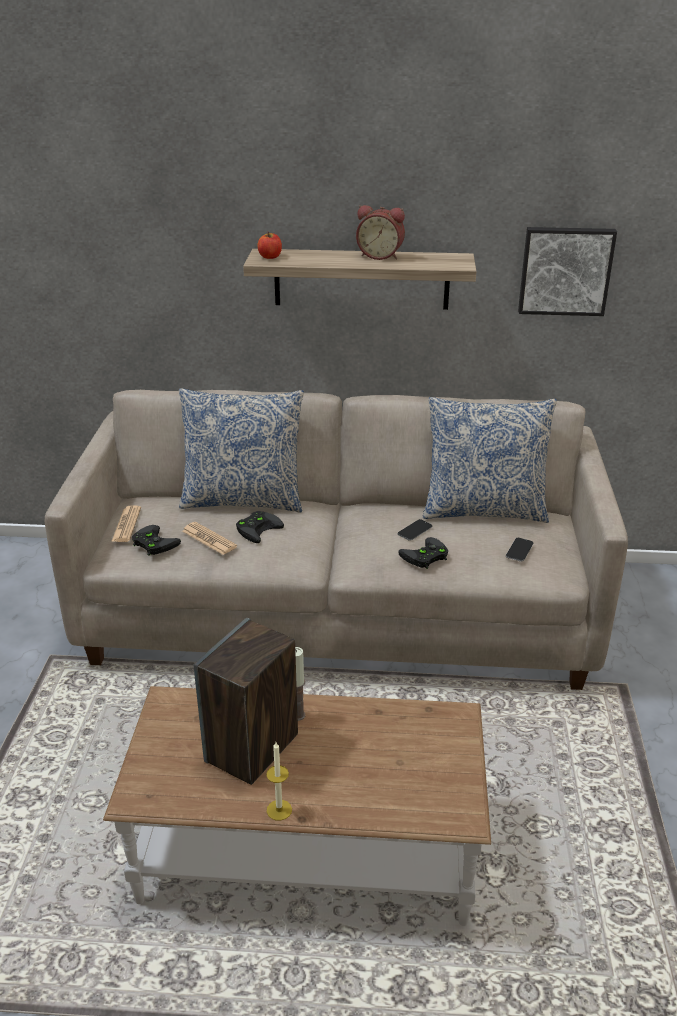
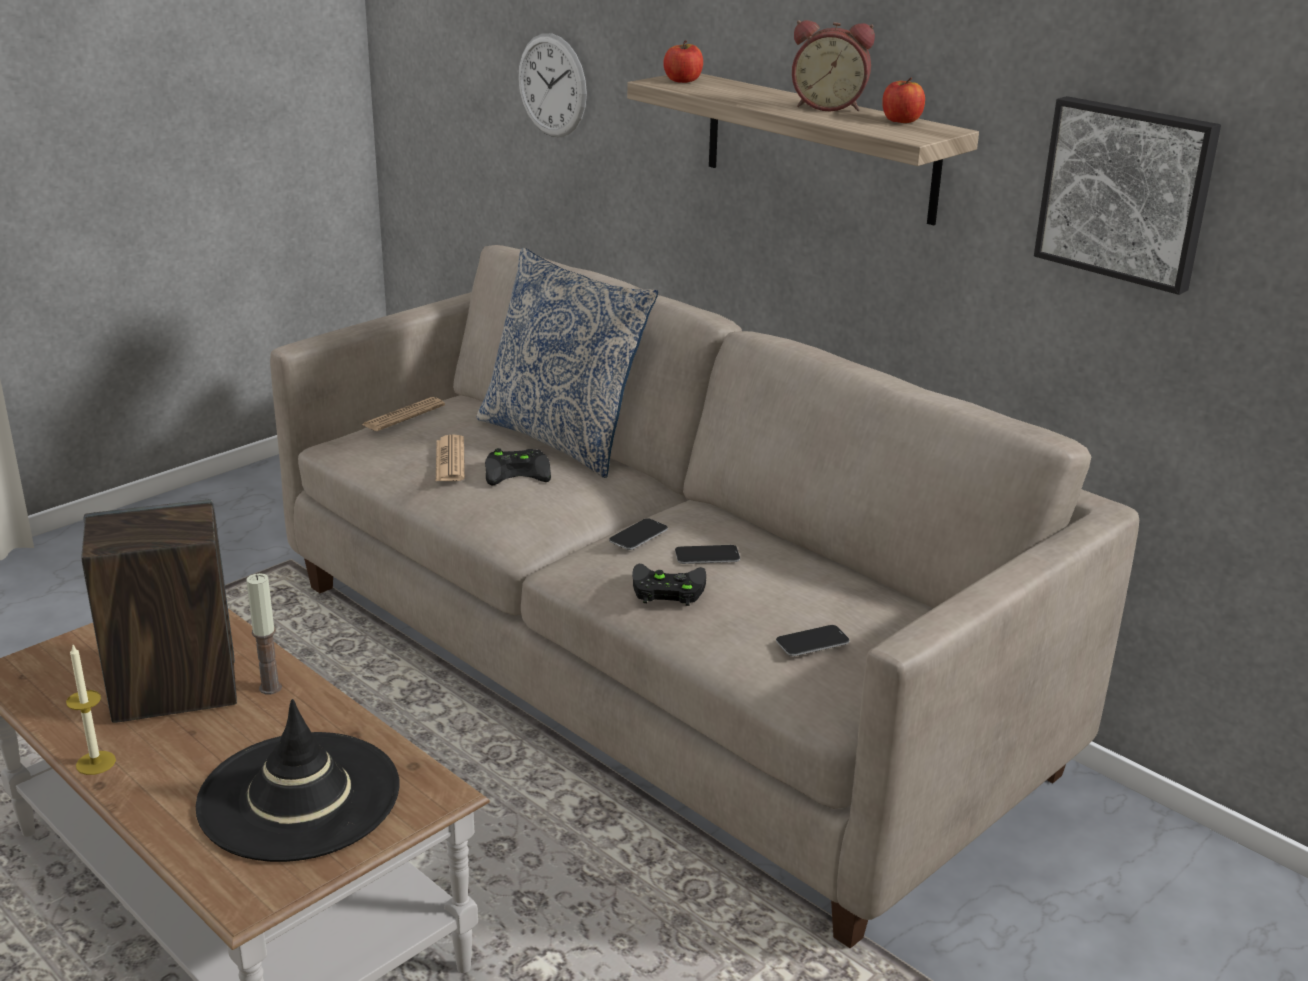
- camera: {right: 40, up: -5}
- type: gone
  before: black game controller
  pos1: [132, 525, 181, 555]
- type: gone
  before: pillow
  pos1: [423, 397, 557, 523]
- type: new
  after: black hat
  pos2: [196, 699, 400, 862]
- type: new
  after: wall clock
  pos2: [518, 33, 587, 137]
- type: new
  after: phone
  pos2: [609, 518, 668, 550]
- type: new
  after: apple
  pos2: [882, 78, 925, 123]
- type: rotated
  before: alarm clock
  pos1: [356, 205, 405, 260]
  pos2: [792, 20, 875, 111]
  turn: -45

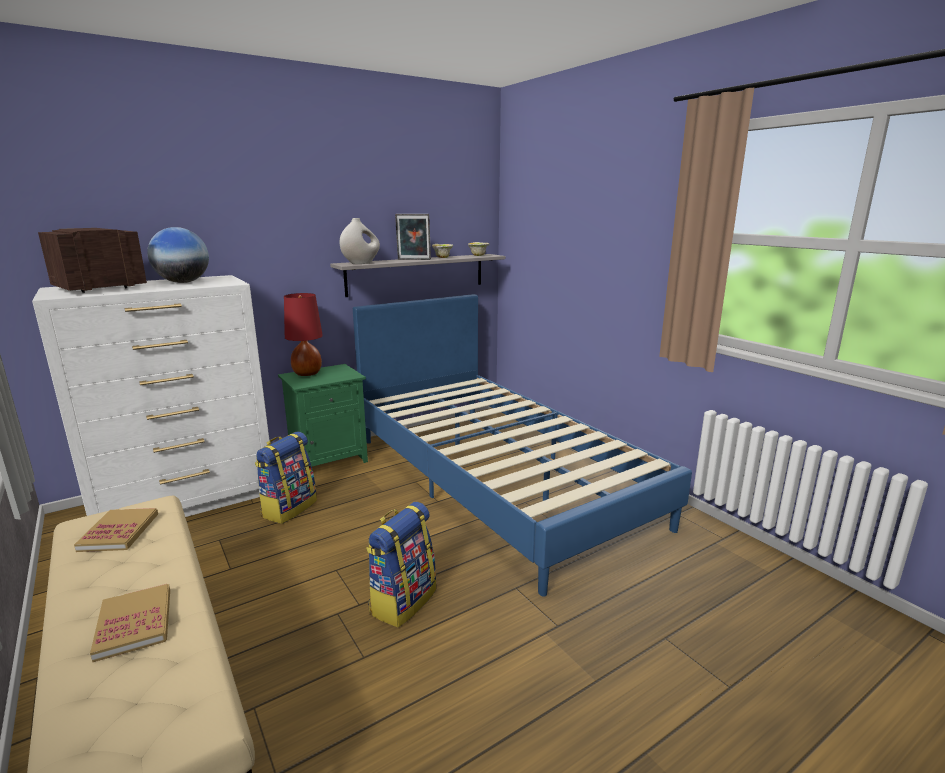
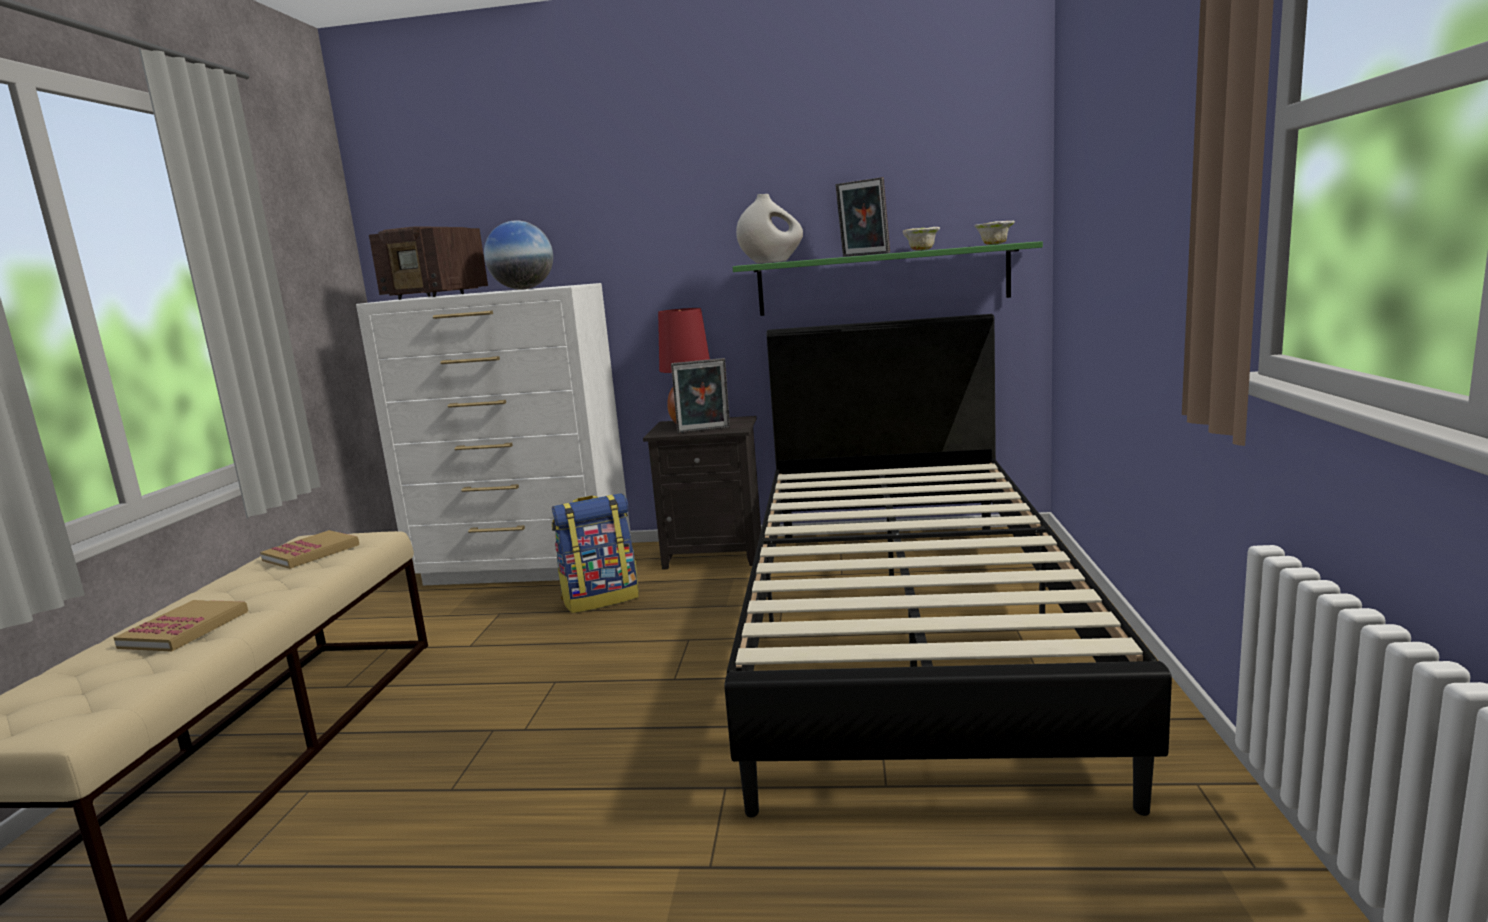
- camera: {right: 40, up: -5}
- type: gone
  before: backpack
  pos1: [366, 502, 436, 627]
- type: new
  after: picture frame
  pos2: [671, 358, 730, 433]
- type: repainted
  before: green nightstand
  after: black nightstand
  pos1: [278, 364, 368, 466]
  pos2: [643, 416, 761, 570]
- type: repainted
  before: grey shelf
  after: green shelf
  pos1: [330, 254, 505, 297]
  pos2: [733, 241, 1043, 316]
- type: repainted
  before: blue bed
  after: black bed
  pos1: [353, 294, 692, 597]
  pos2: [724, 314, 1172, 817]
- type: rotated
  before: radio
  pos1: [38, 228, 147, 293]
  pos2: [369, 226, 488, 300]
  turn: -150

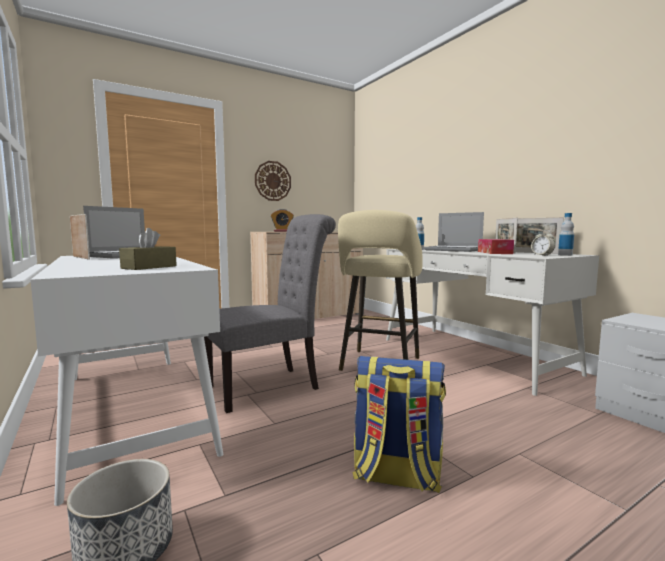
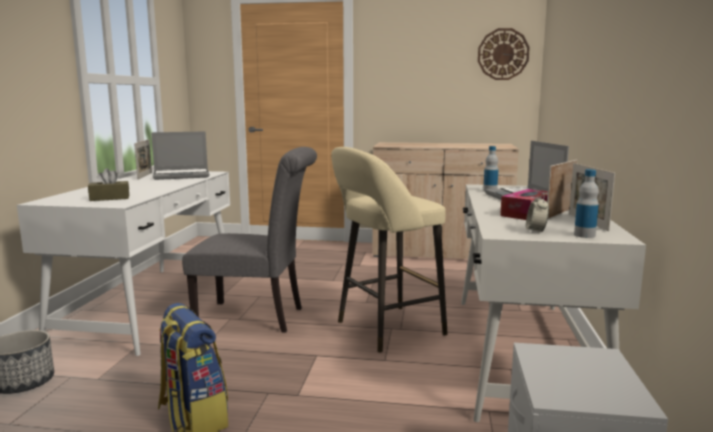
- camera: {right: 40, up: 5}
- type: gone
  before: alarm clock
  pos1: [271, 209, 294, 232]
- type: shifted
  before: wall clock
  pos1: [255, 161, 291, 201]
  pos2: [478, 28, 530, 80]

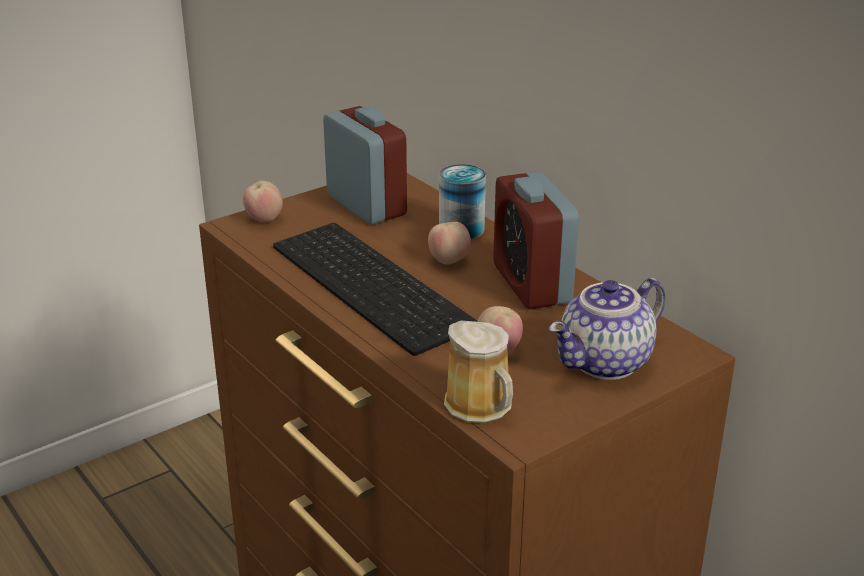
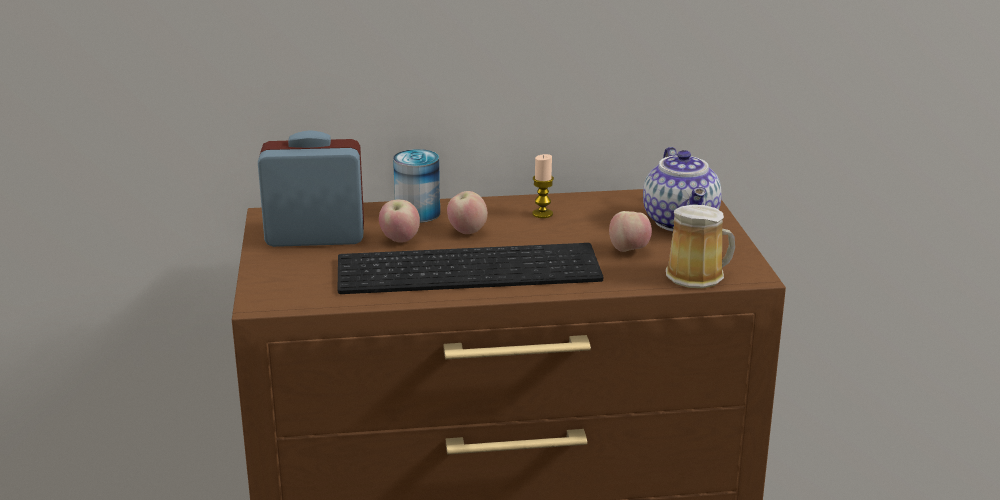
- camera: {right: -60, up: -5}
- type: shifted
  before: apple
  pos1: [243, 181, 283, 223]
  pos2: [379, 199, 420, 242]
- type: swapped
  before: alarm clock
  after: candle
  pos1: [493, 172, 579, 309]
  pos2: [532, 154, 554, 218]

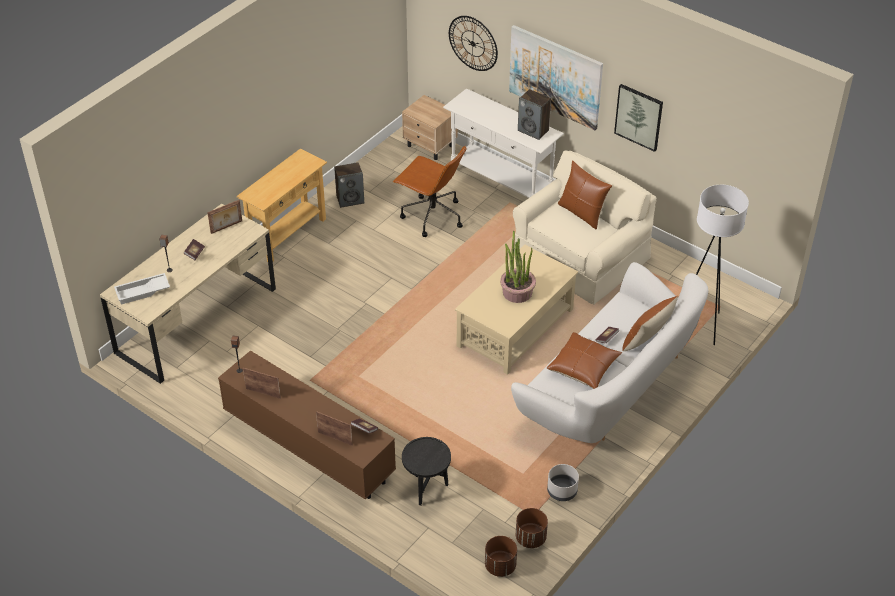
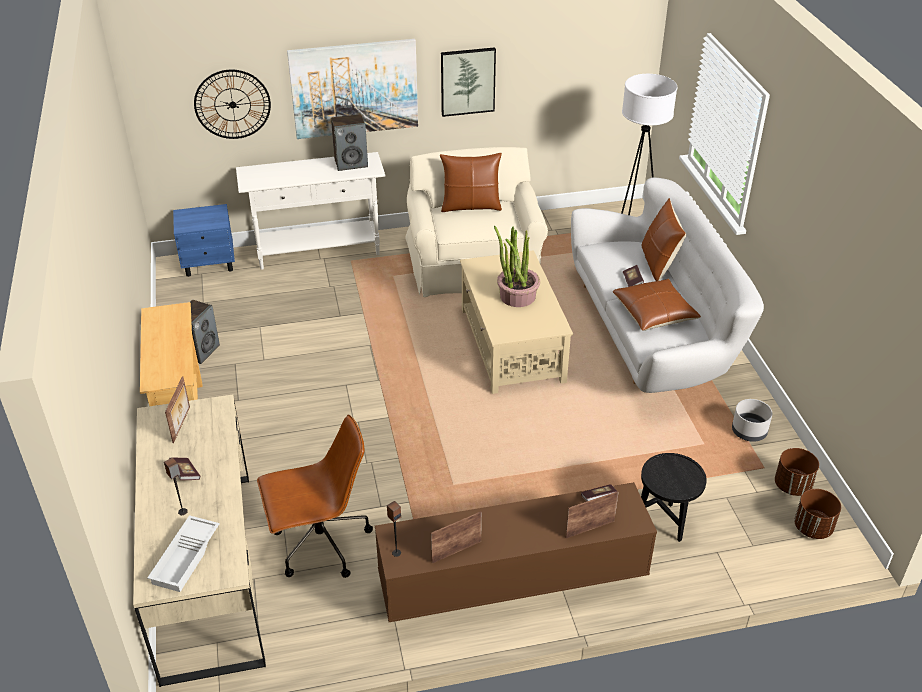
- camera: {right: -50, up: -5}
- type: shifted
  before: brown office chair
  pos1: [393, 146, 467, 237]
  pos2: [257, 414, 373, 578]
- type: repainted
  before: beige nightstand
  after: blue nightstand
  pos1: [402, 95, 458, 160]
  pos2: [173, 204, 235, 277]

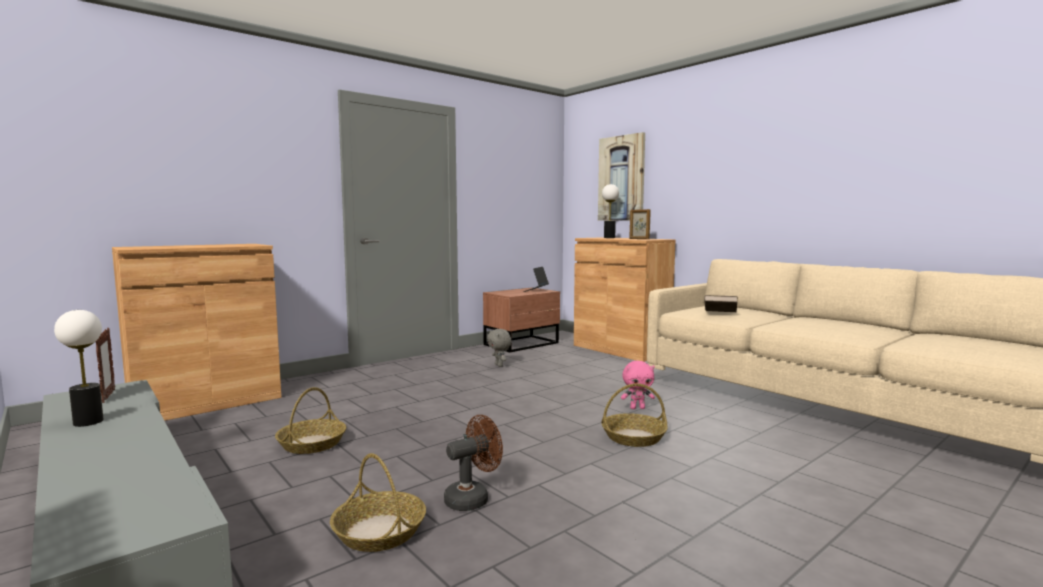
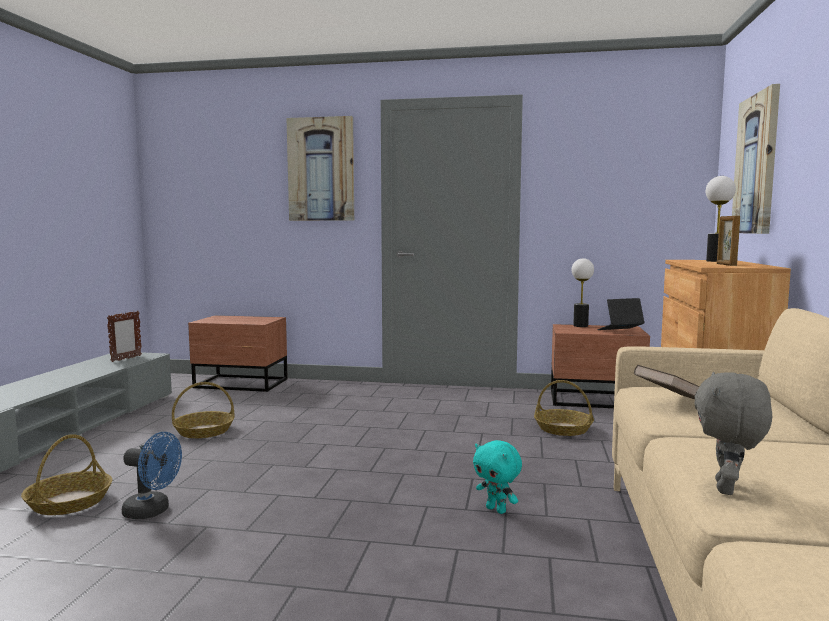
- camera: {right: 50, up: 0}
- type: new
  after: picture
  pos2: [286, 116, 354, 221]
- type: shifted
  before: table lamp
  pos1: [54, 310, 103, 427]
  pos2: [572, 258, 594, 327]
- type: shifted
  before: grey plush toy
  pos1: [487, 329, 512, 367]
  pos2: [695, 372, 772, 495]
- type: shifted
  before: basket
  pos1: [601, 383, 668, 447]
  pos2: [534, 380, 594, 436]
- type: swapped
  before: brown cabinet
  after: brown nightstand
  pos1: [112, 244, 282, 421]
  pos2: [188, 315, 288, 392]
- type: repainted
  before: brown fan
  after: blue fan
  pos1: [444, 415, 503, 511]
  pos2: [122, 432, 182, 519]
- type: repainted
  before: pink plush toy
  after: turquoise plush toy
  pos1: [621, 361, 655, 409]
  pos2: [473, 440, 522, 514]

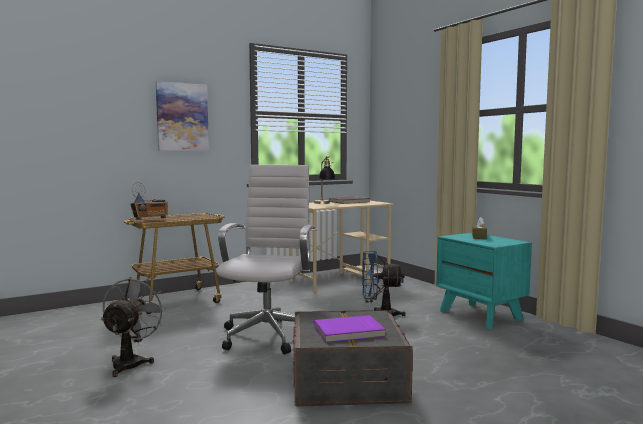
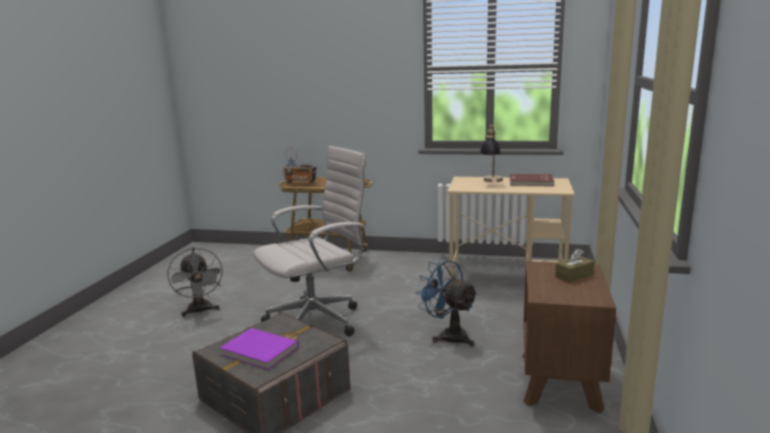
- camera: {right: 45, up: 10}
- type: gone
  before: picture
  pos1: [156, 81, 209, 151]
- type: repainted
  before: turquoise nightstand
  after: brown nightstand
  pos1: [436, 233, 532, 329]
  pos2: [523, 261, 616, 414]
- type: rotated
  before: grey fan
  pos1: [101, 277, 167, 377]
  pos2: [167, 248, 223, 317]
  turn: 105

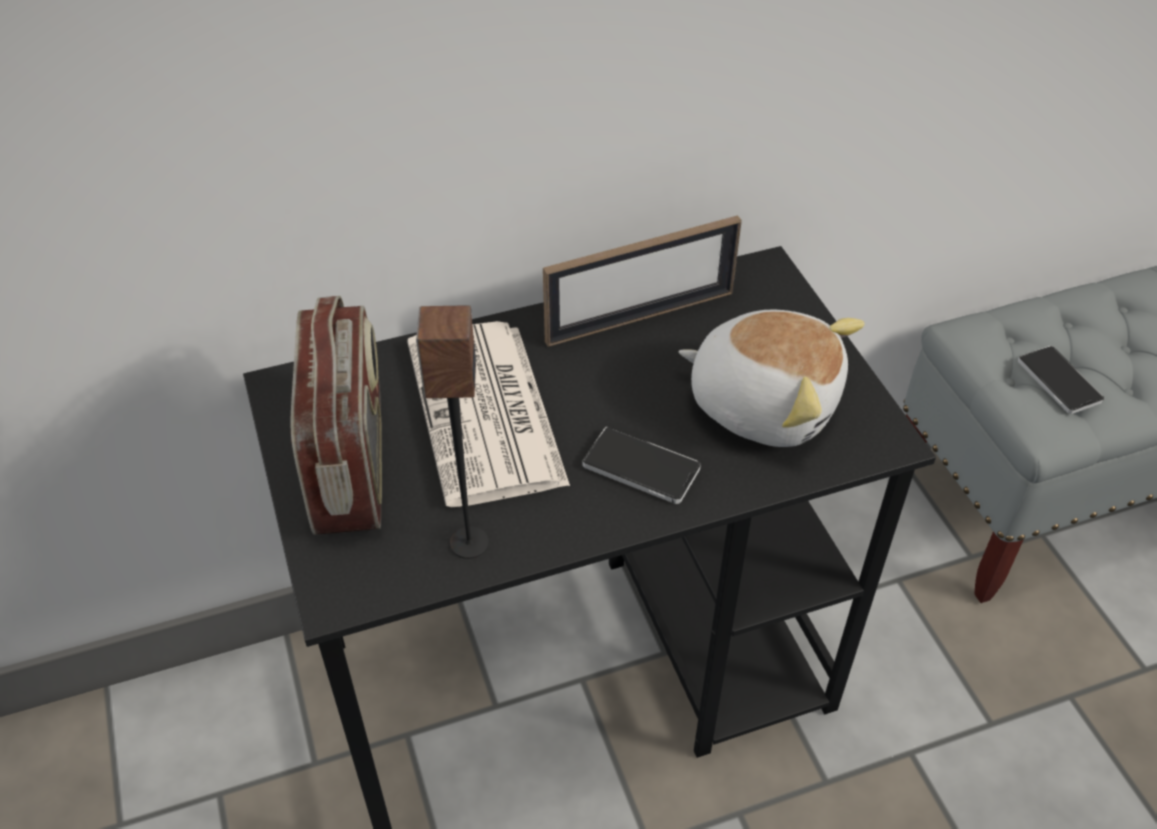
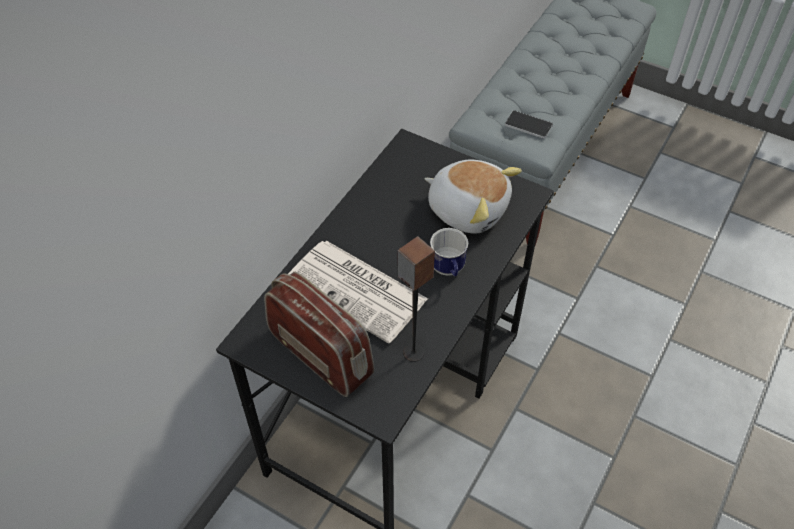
- camera: {right: -40, up: 5}
- type: gone
  before: picture frame
  pos1: [543, 215, 742, 347]
- type: swapped
  before: phone
  after: mug
  pos1: [582, 427, 701, 504]
  pos2: [430, 228, 468, 276]
- type: rotated
  before: plush toy
  pos1: [678, 310, 865, 447]
  pos2: [425, 160, 522, 233]
  turn: 45

